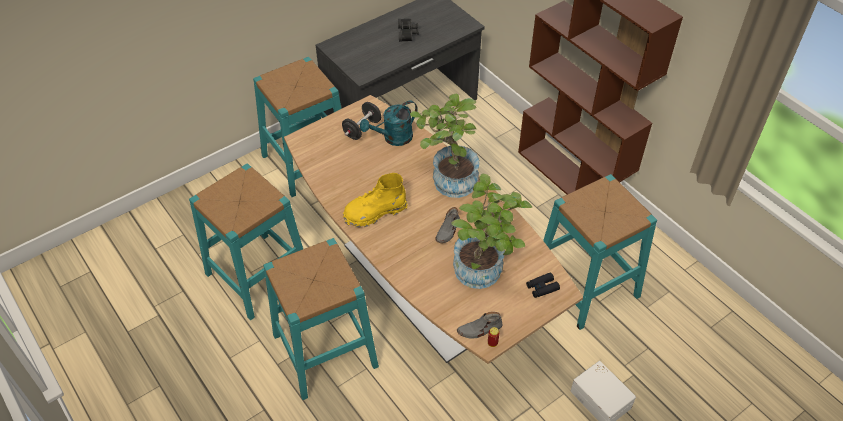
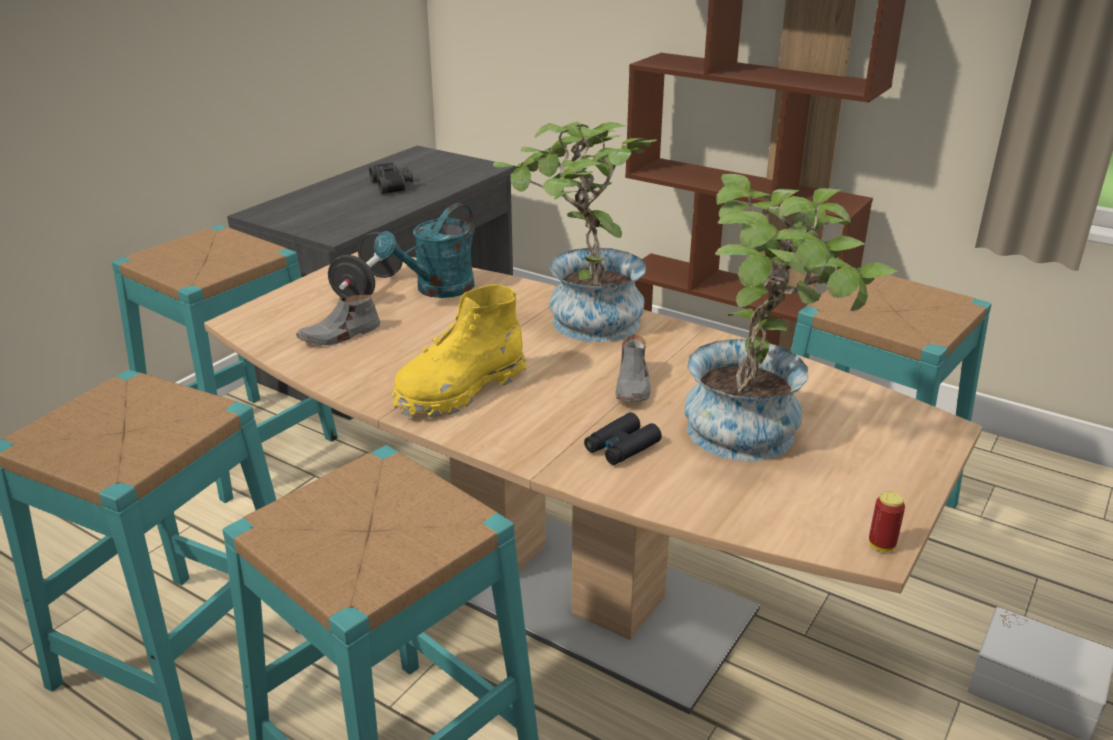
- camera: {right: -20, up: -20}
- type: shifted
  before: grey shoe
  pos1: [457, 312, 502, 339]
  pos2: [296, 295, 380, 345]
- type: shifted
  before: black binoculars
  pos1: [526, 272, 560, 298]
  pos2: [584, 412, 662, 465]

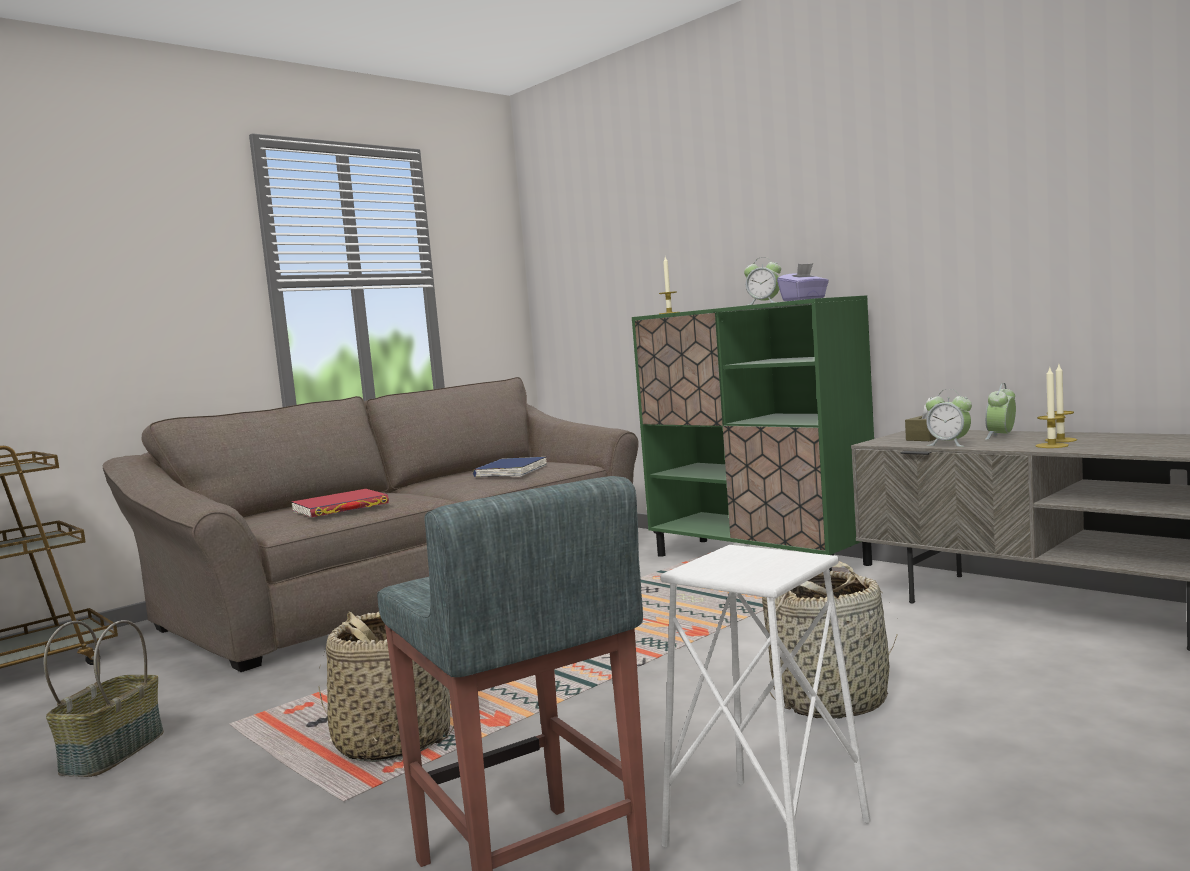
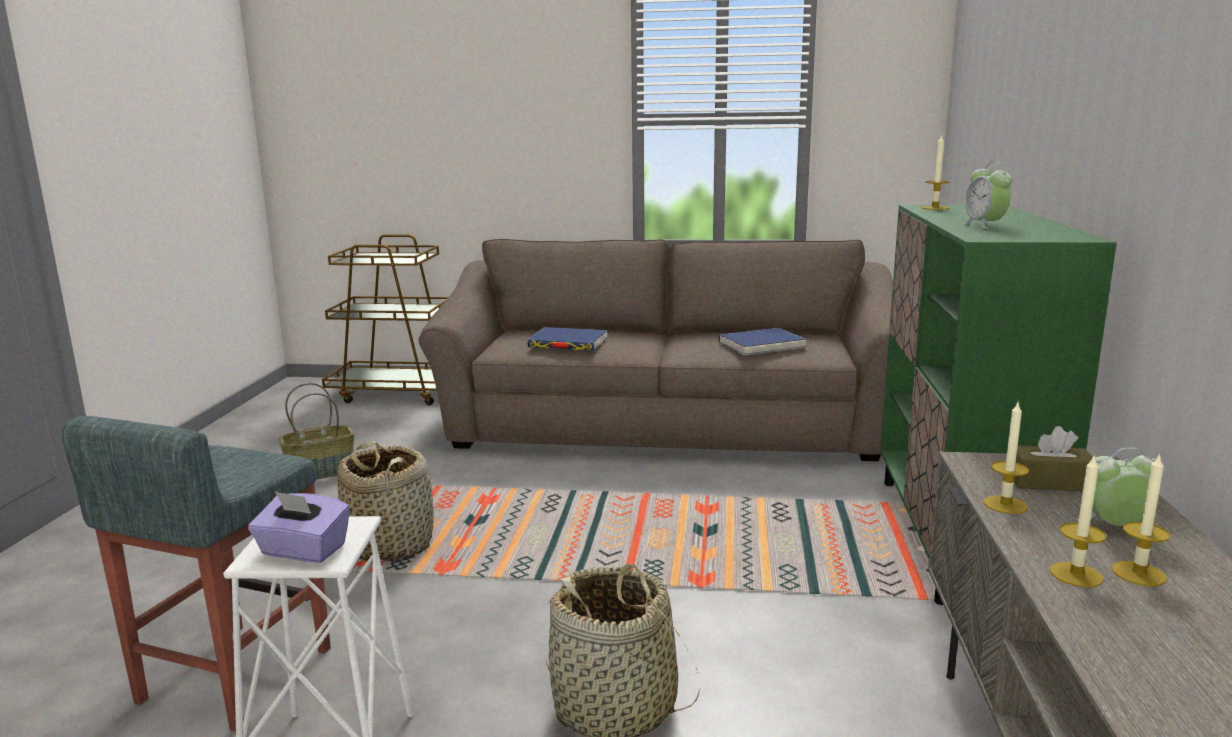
- camera: {right: 50, up: 10}
- type: shifted
  before: purple tissue box
  pos1: [777, 263, 829, 301]
  pos2: [248, 491, 350, 563]
- type: swapped
  before: alarm clock
  after: candle
  pos1: [926, 389, 972, 447]
  pos2: [984, 400, 1029, 514]
- type: repainted
  before: red book
  after: blue book
  pos1: [292, 489, 389, 517]
  pos2: [527, 327, 608, 351]

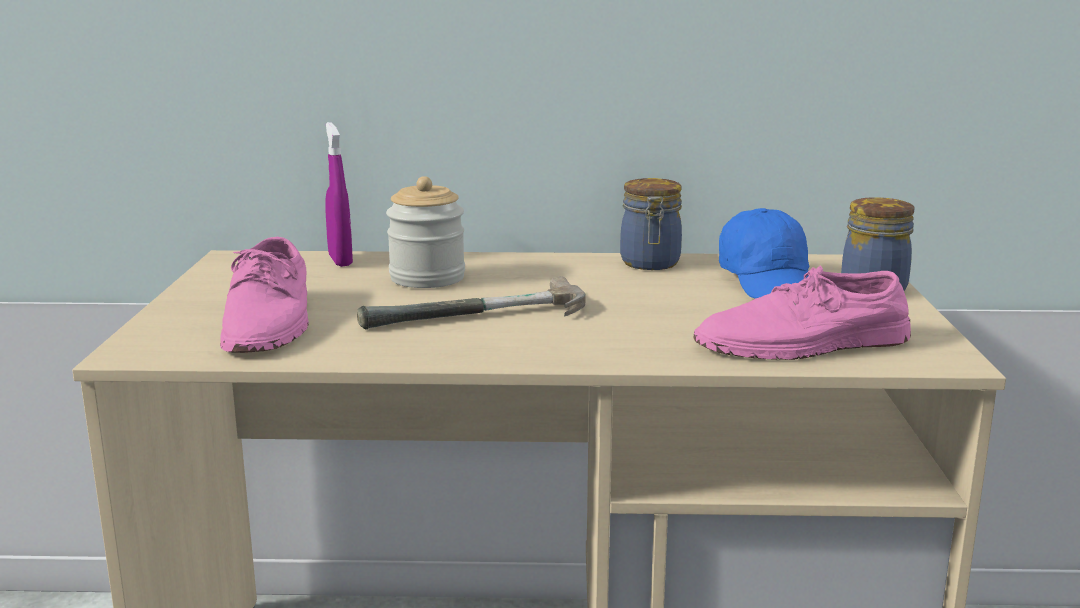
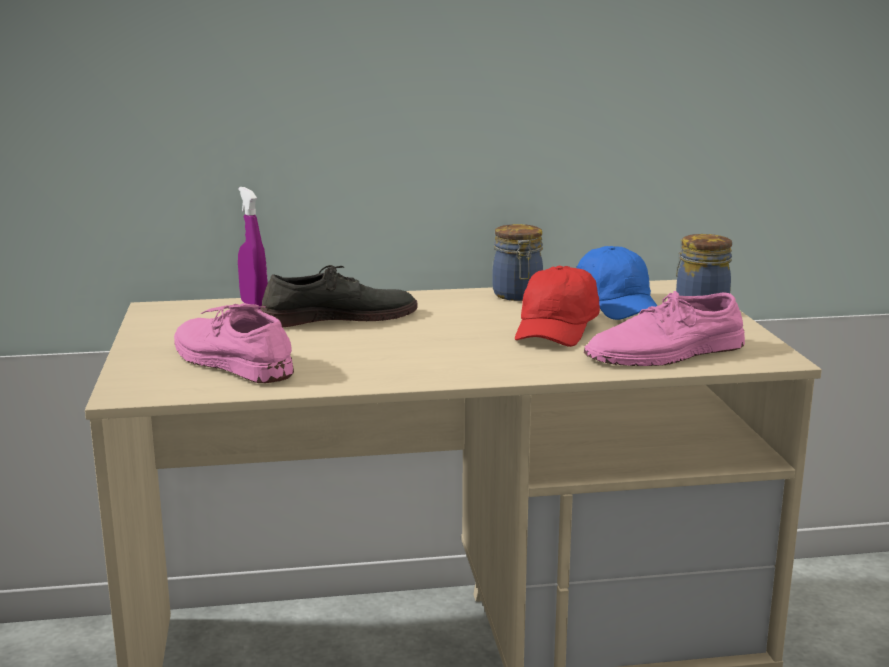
- camera: {right: -10, up: 0}
- type: gone
  before: hammer
  pos1: [357, 276, 586, 330]
- type: new
  after: red cap
  pos2: [515, 266, 600, 347]
- type: swapped
  before: jar
  after: grey shoe
  pos1: [386, 176, 465, 288]
  pos2: [260, 265, 418, 327]
- type: rotated
  before: pink shoe
  pos1: [220, 237, 309, 353]
  pos2: [174, 303, 294, 383]
  turn: 150

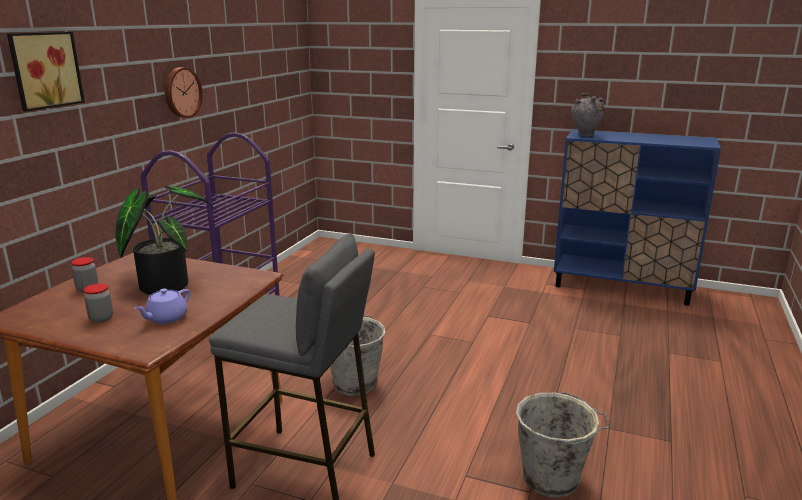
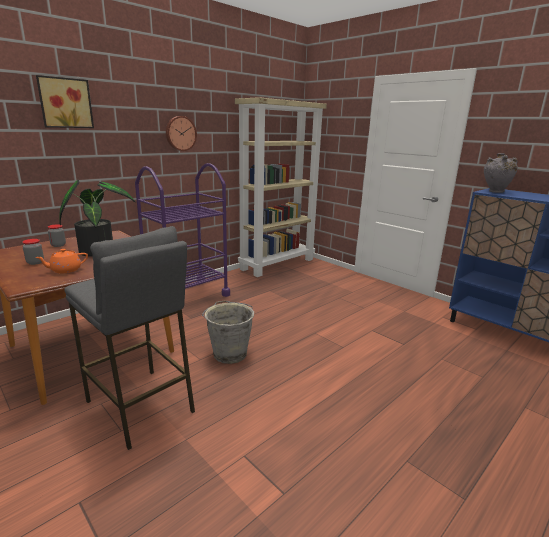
- camera: {right: 25, up: 0}
- type: gone
  before: grey bucket
  pos1: [516, 392, 610, 498]
- type: new
  after: beige bookcase
  pos2: [235, 97, 327, 277]
- type: repainted
  before: purple teapot
  after: orange teapot
  pos1: [134, 288, 190, 324]
  pos2: [35, 249, 88, 273]

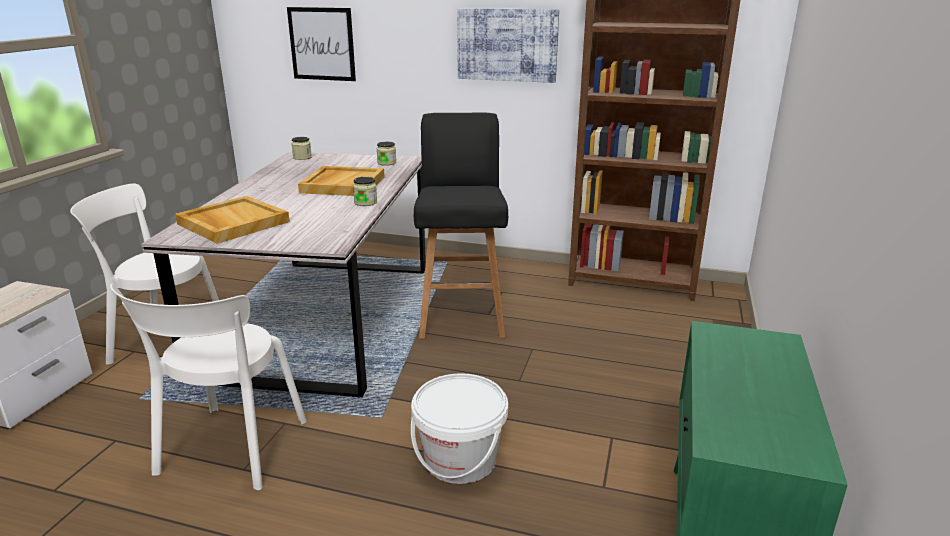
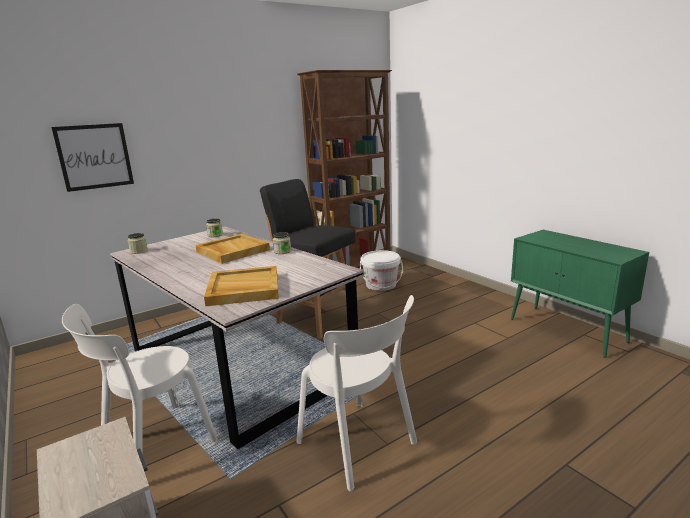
- camera: {right: -50, up: -5}
- type: gone
  before: picture
  pos1: [457, 8, 559, 83]
- type: shifted
  before: white bucket
  pos1: [411, 373, 508, 484]
  pos2: [360, 250, 403, 291]

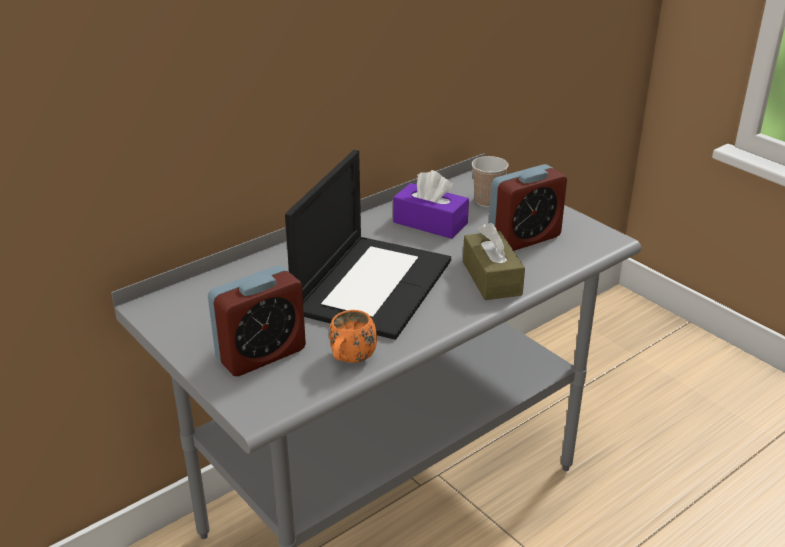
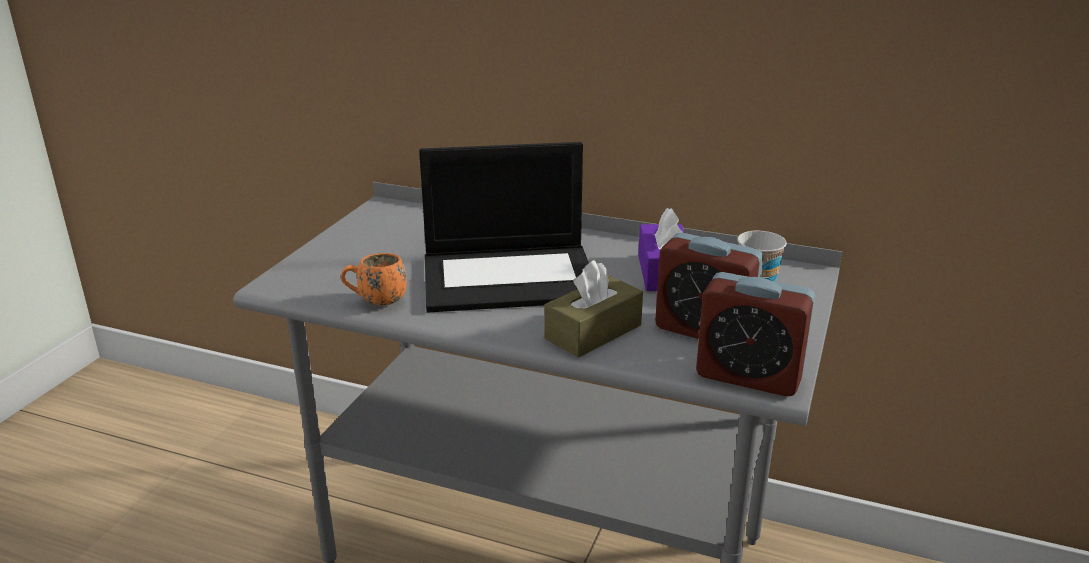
- camera: {right: 60, up: -5}
- type: shifted
  before: alarm clock
  pos1: [208, 266, 306, 376]
  pos2: [696, 272, 816, 396]

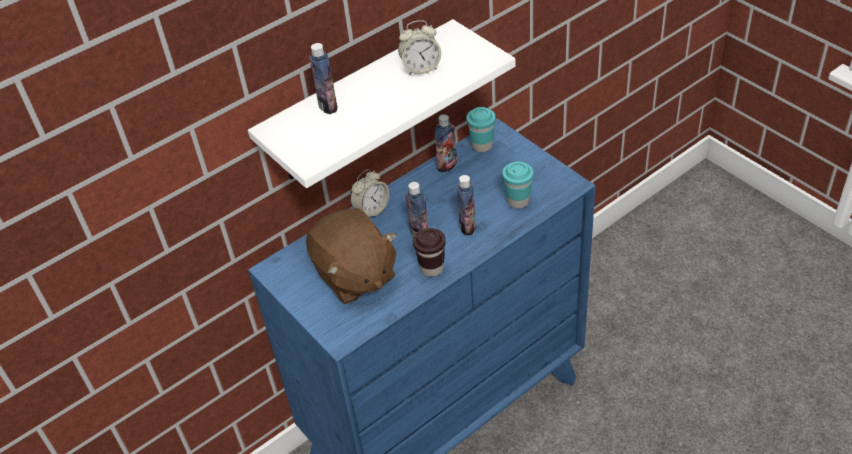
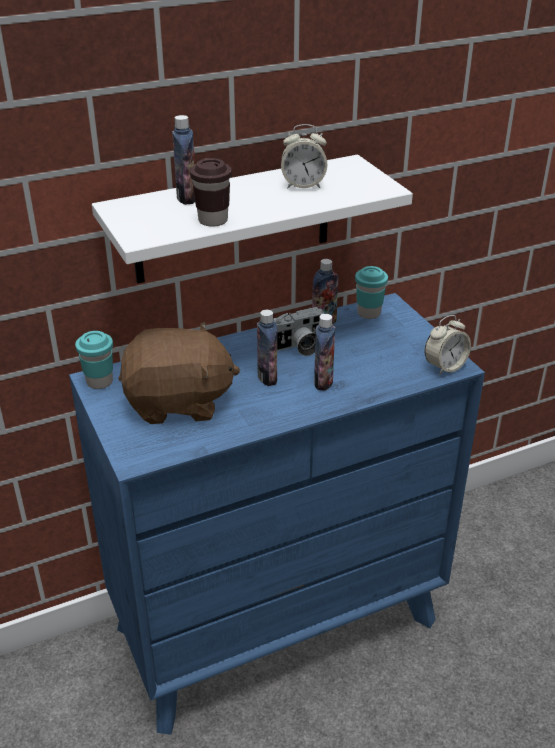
- camera: {right: 10, up: -10}
- type: new
  after: photo camera
  pos2: [273, 307, 324, 356]
- type: shifted
  before: alarm clock
  pos1: [350, 169, 389, 218]
  pos2: [425, 315, 471, 375]
- type: shifted
  before: brown cup
  pos1: [413, 228, 446, 277]
  pos2: [190, 158, 232, 227]
- type: shifted
  before: turquoise cup
  pos1: [502, 161, 533, 209]
  pos2: [75, 331, 113, 389]
- type: rotated
  before: brown plush toy
  pos1: [306, 208, 397, 304]
  pos2: [119, 321, 240, 424]
  turn: -75

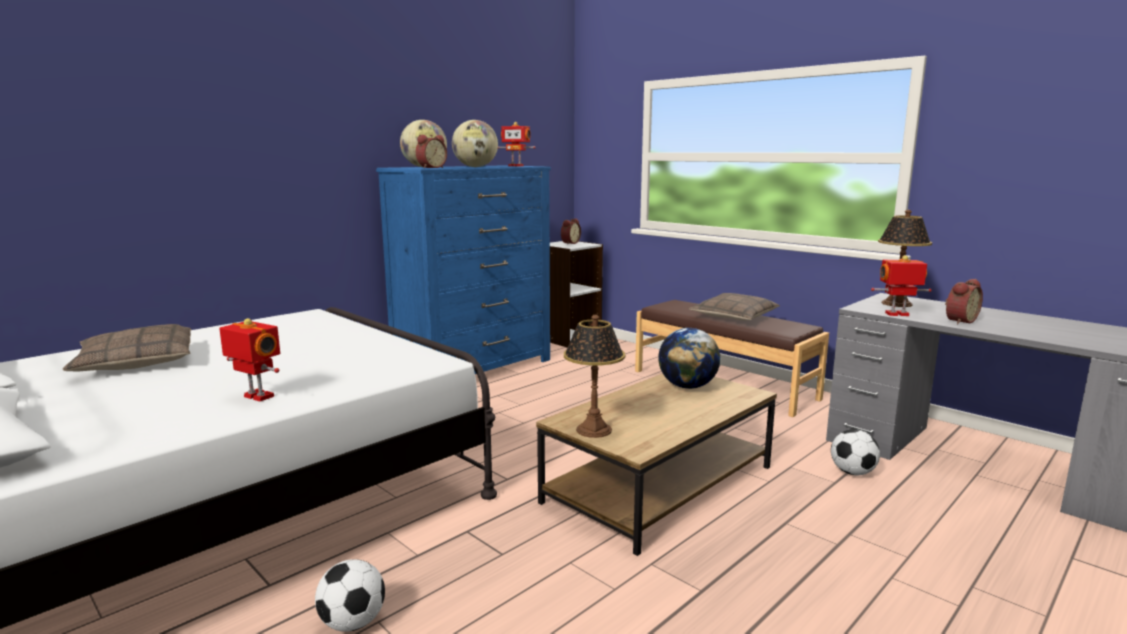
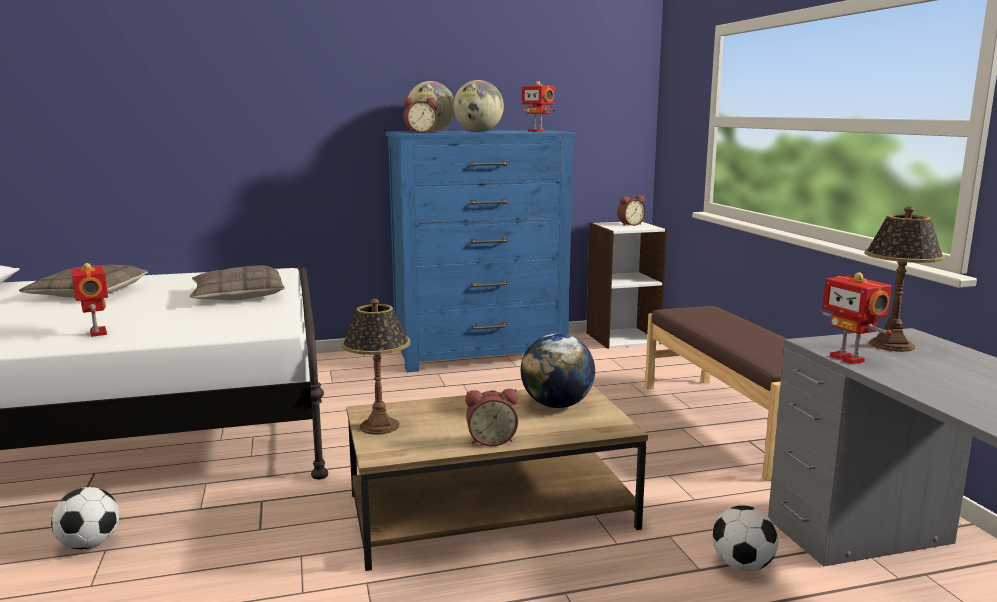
- camera: {right: 30, up: 0}
- type: shifted
  before: pillow
  pos1: [689, 293, 780, 321]
  pos2: [190, 266, 285, 300]
- type: shifted
  before: alarm clock
  pos1: [945, 279, 983, 324]
  pos2: [465, 389, 518, 446]
- type: rotated
  before: toy robot
  pos1: [871, 255, 932, 316]
  pos2: [819, 272, 892, 364]
  turn: -150

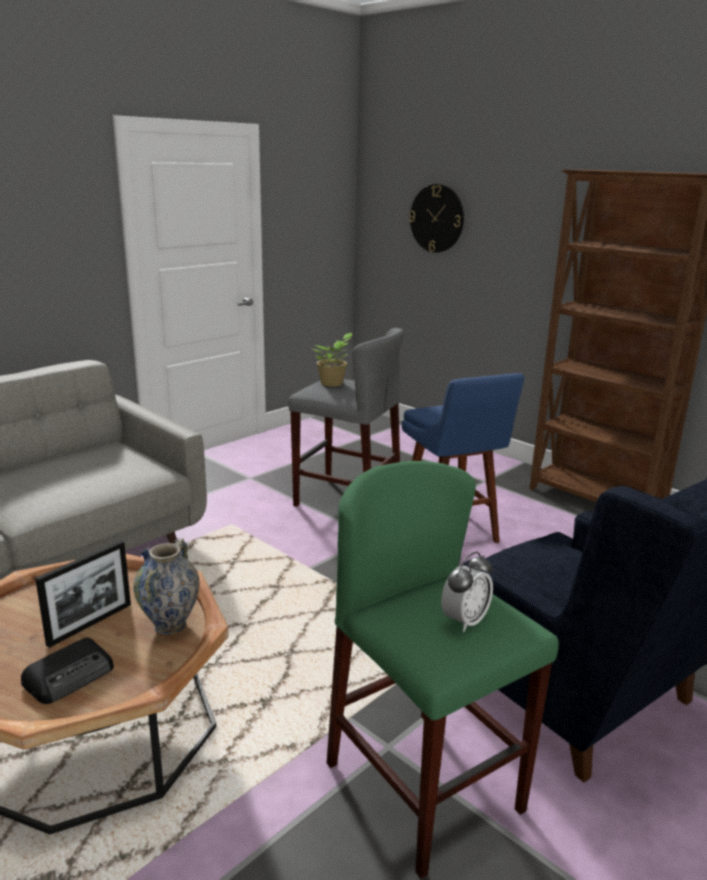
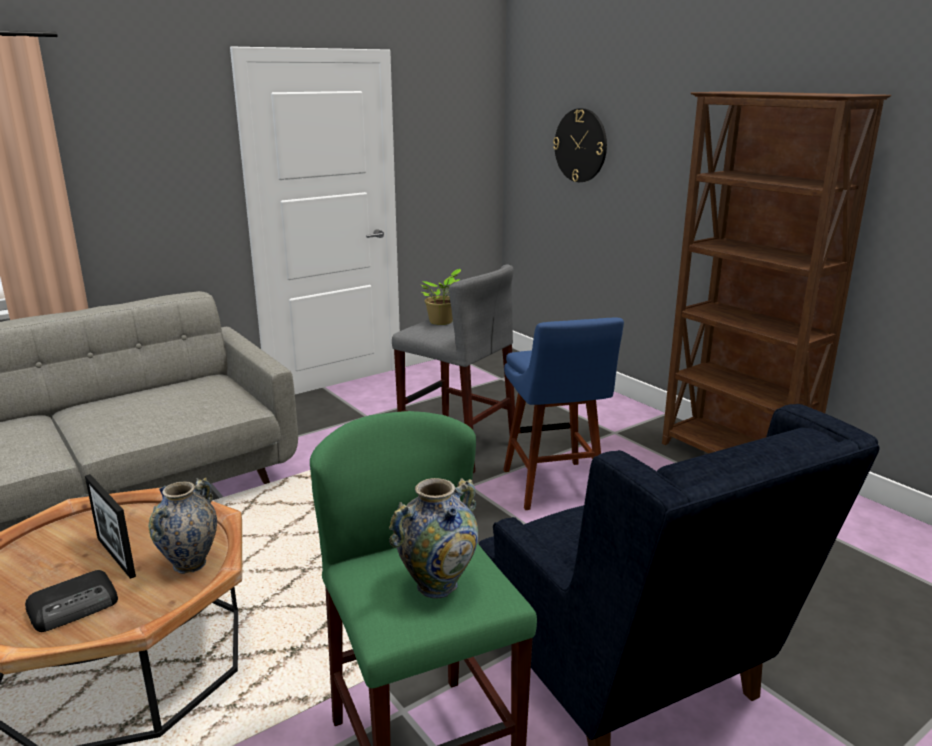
- camera: {right: 10, up: 0}
- type: swapped
  before: alarm clock
  after: vase
  pos1: [441, 552, 493, 632]
  pos2: [389, 478, 478, 598]
- type: rotated
  before: picture frame
  pos1: [35, 540, 131, 648]
  pos2: [85, 474, 136, 579]
  turn: 90

